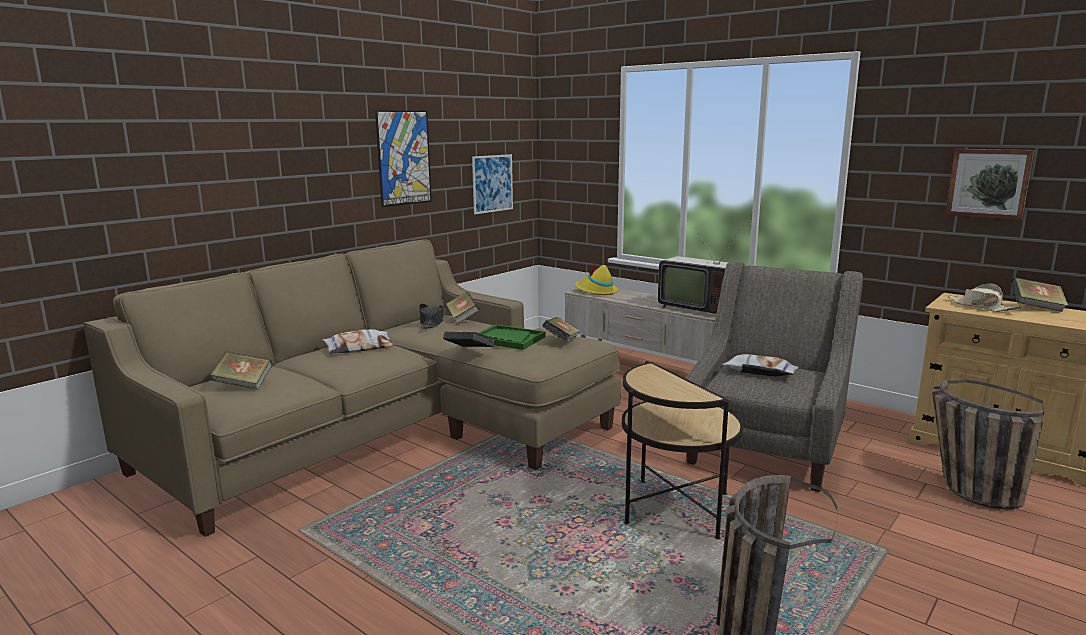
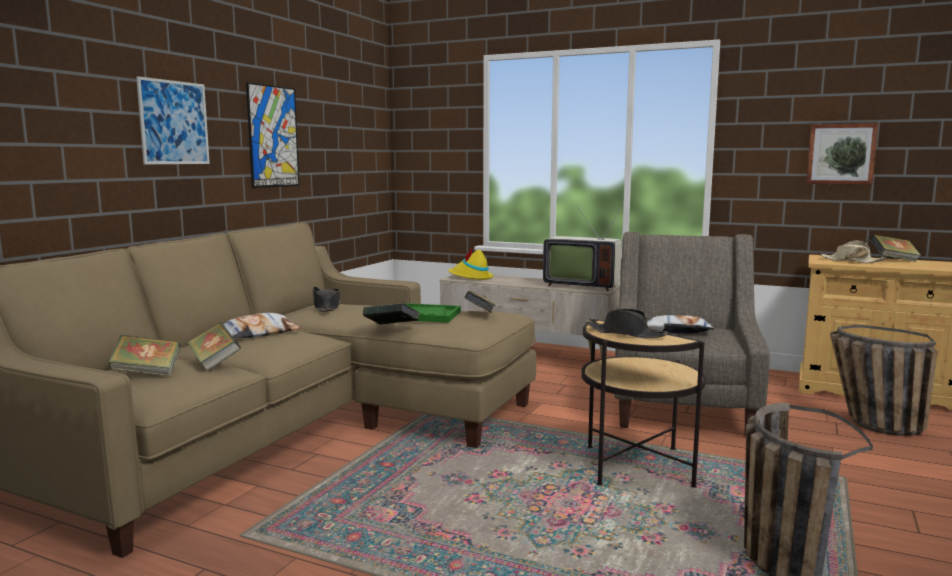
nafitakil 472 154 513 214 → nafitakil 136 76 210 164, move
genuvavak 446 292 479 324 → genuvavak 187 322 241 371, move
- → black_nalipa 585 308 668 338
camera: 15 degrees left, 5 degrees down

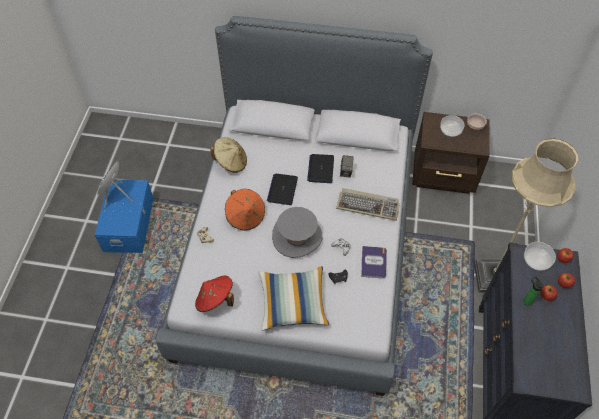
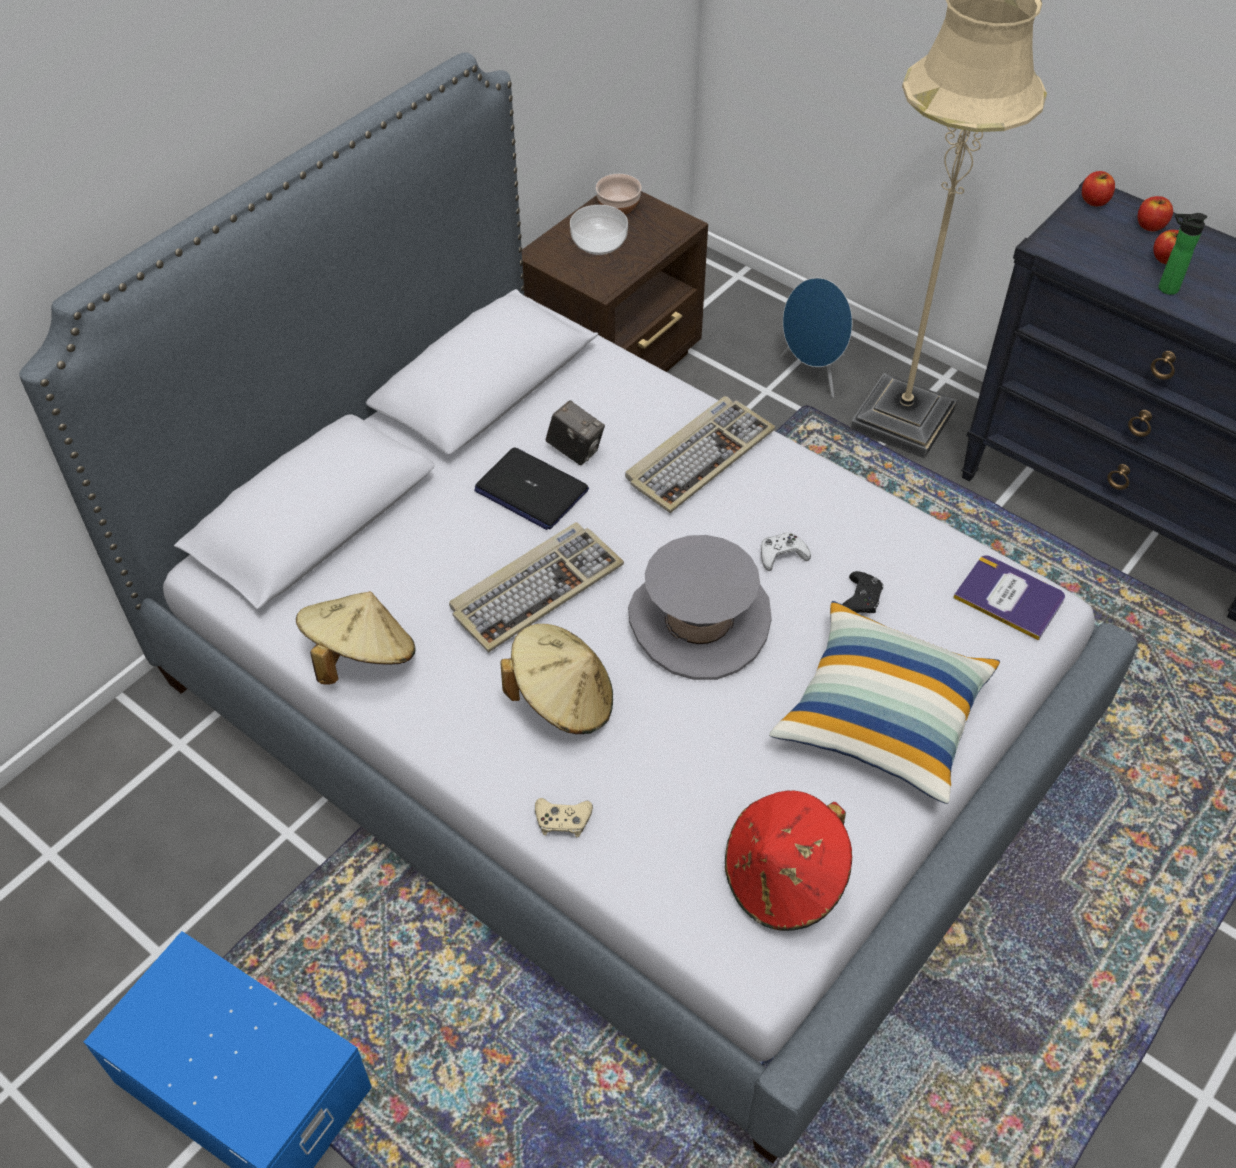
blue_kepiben 97 161 134 208 → blue_kepiben 780 278 852 398, move
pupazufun 267 174 298 205 → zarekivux 449 522 624 652
orange_nalipa 225 189 265 231 → beige_nalipa 500 624 613 734
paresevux 524 242 556 271 → -
genuvavak 361 246 387 278 → genuvavak 953 555 1065 640, move
camera: 60 degrees left, 5 degrees down

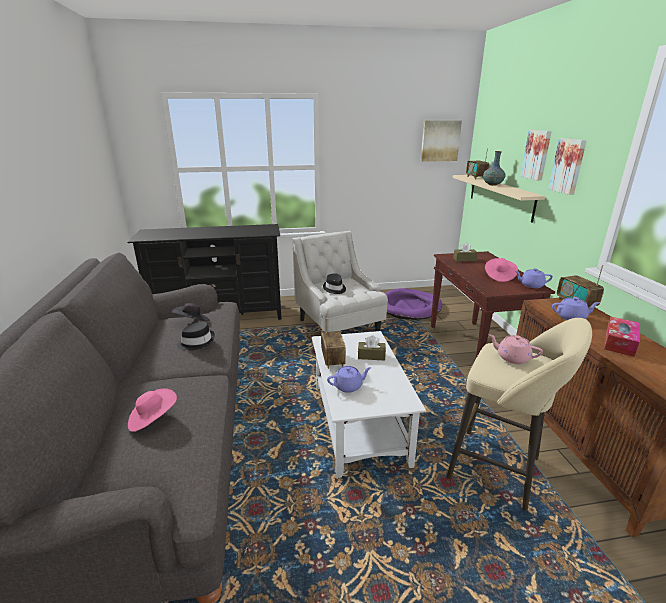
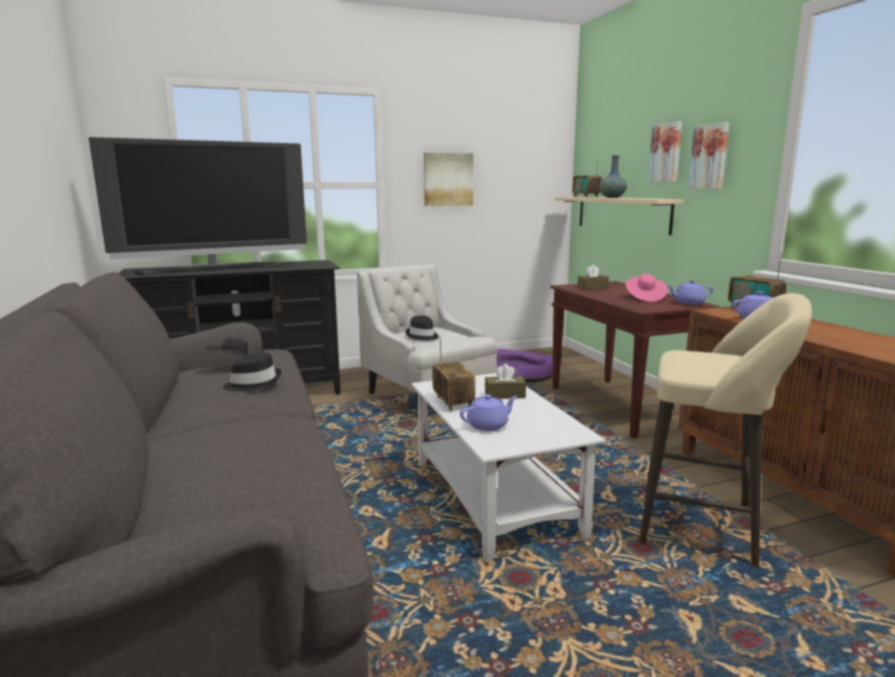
nafitakil 421 120 462 162 → nafitakil 424 153 474 206, move
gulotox 604 317 640 357 → -
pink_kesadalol 488 334 543 364 → -
pink_nalipa 128 388 177 432 → -
- → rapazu 89 137 307 275
camera: 10 degrees left, 10 degrees down

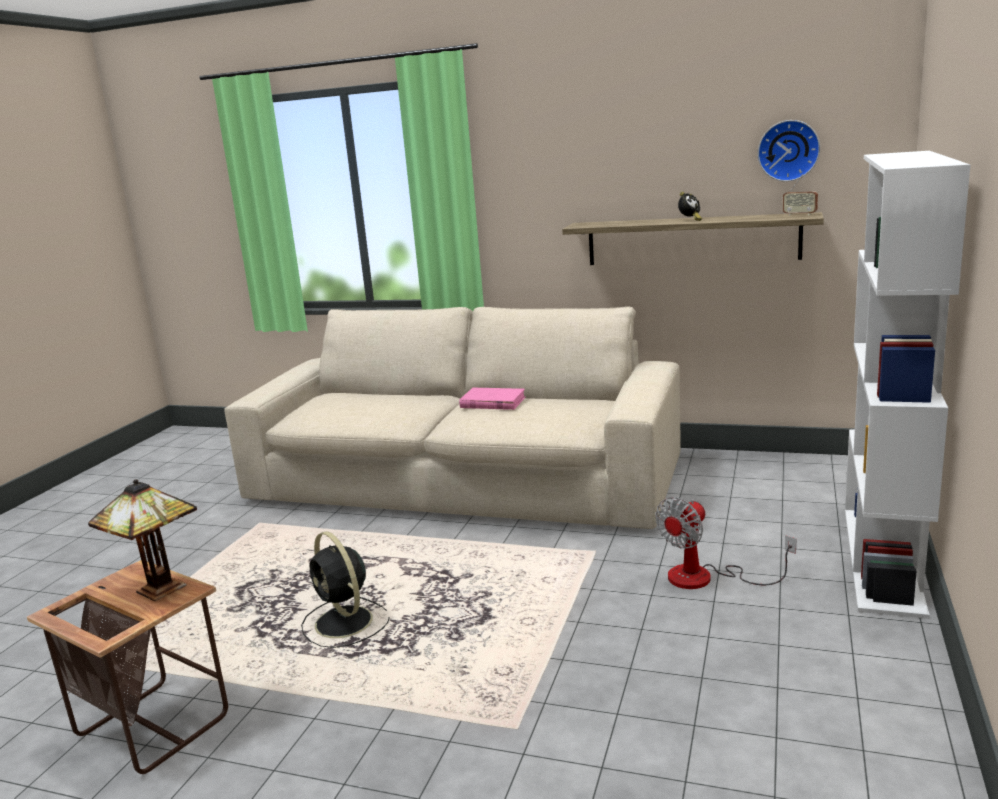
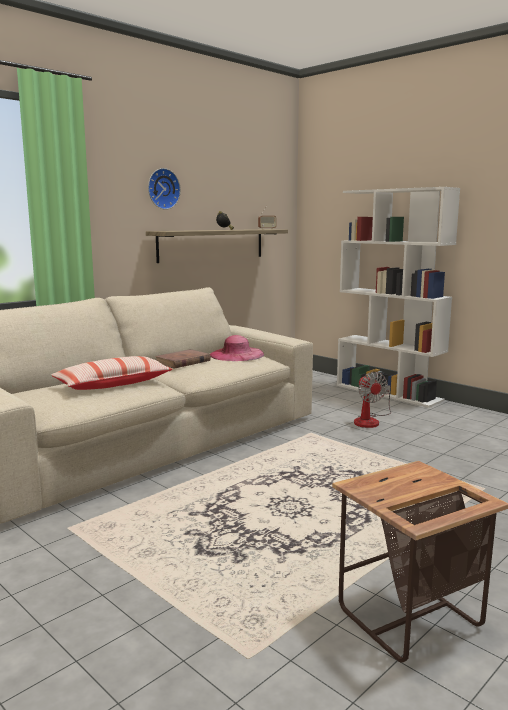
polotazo 758 120 820 182 → polotazo 148 168 181 210, move
pink_genuvavak 459 388 526 410 → brown_genuvavak 155 349 211 369
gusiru 88 479 197 602 → -
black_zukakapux 301 531 390 648 → -
- → pink_nalipa 210 335 264 361
- → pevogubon 51 356 173 390
camera: 65 degrees left, 5 degrees down

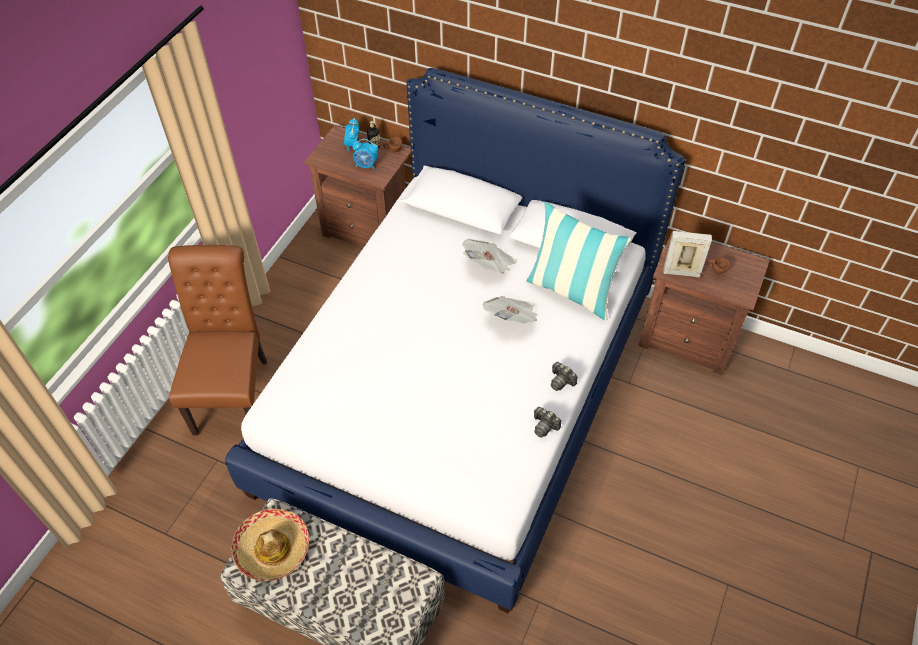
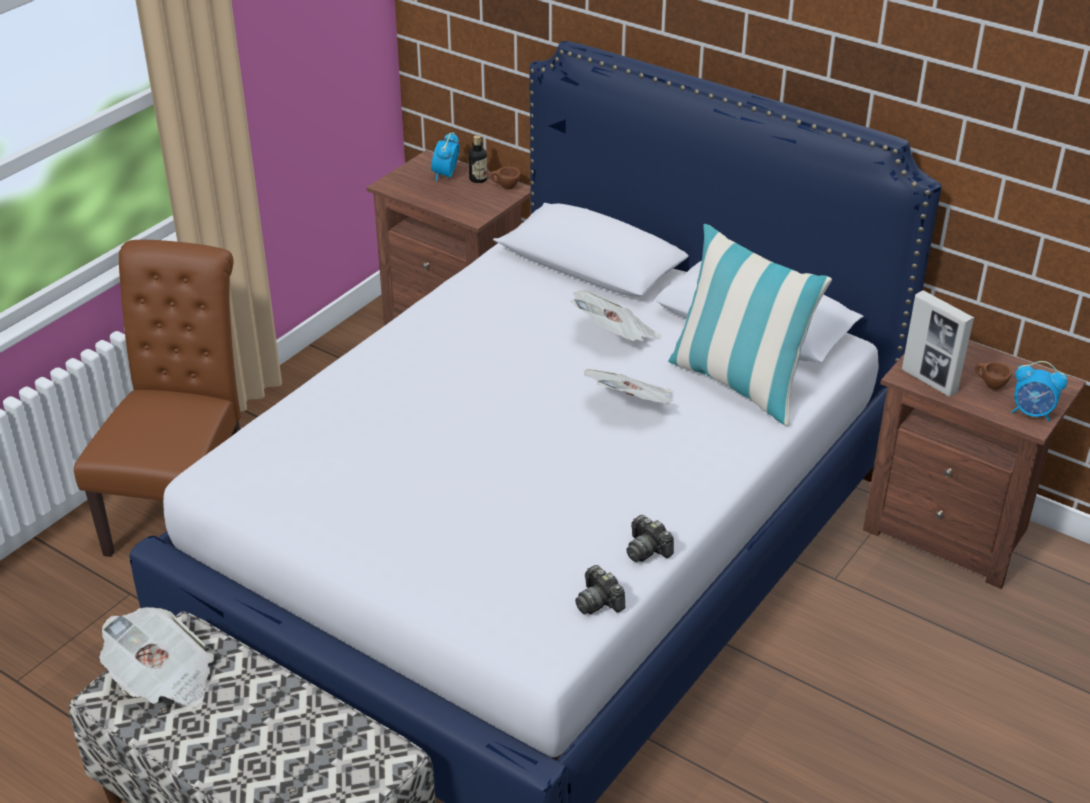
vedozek 352 139 378 169 → vedozek 1011 361 1067 422, move
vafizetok 663 231 712 278 → vafizetok 902 290 974 397, 150 degrees counterclockwise
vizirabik 551 362 577 391 → vizirabik 575 565 625 614, move
nalipa 232 508 309 582 → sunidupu 99 607 214 707
camera: 10 degrees right, 15 degrees down

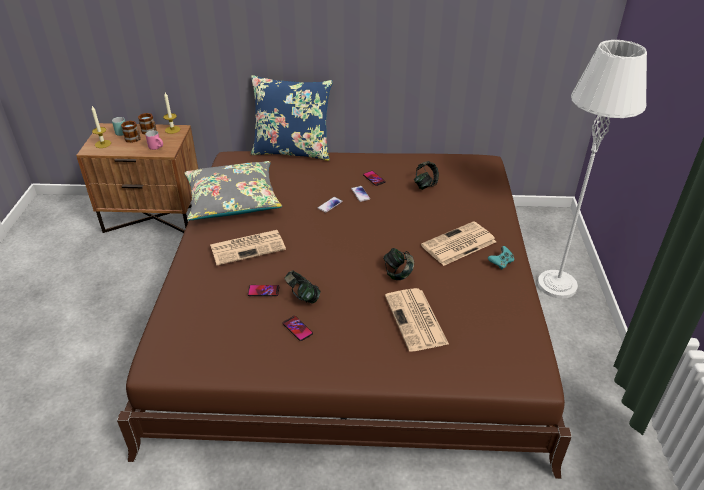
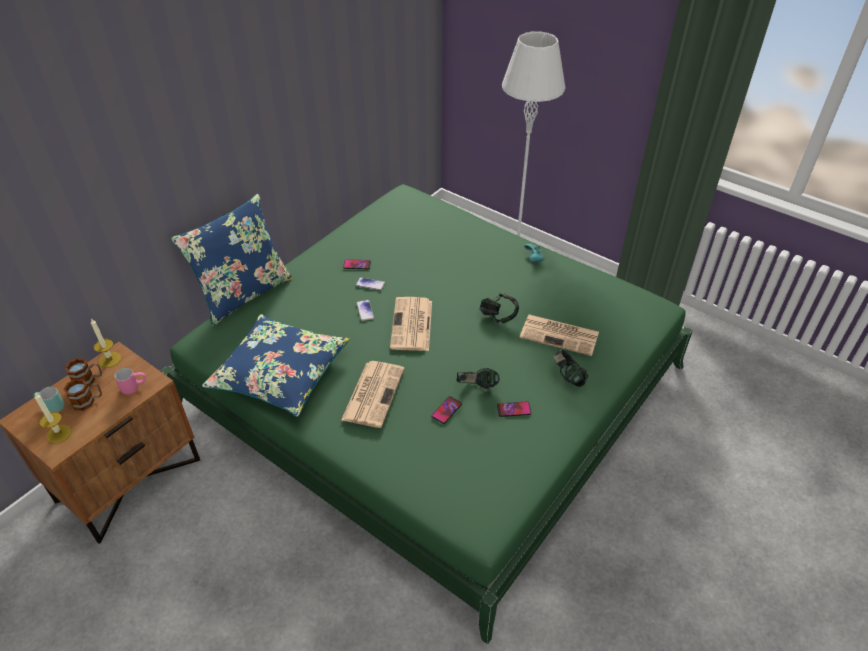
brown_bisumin 117 151 572 479 → green_bisumin 160 184 693 644
grey_pevogubon 185 161 282 220 → blue_pevogubon 202 314 350 417
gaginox 414 161 439 190 → gaginox 553 350 588 387, move
sunidupu 421 221 496 266 → sunidupu 390 297 432 351, move
camera: 55 degrees left, 5 degrees up

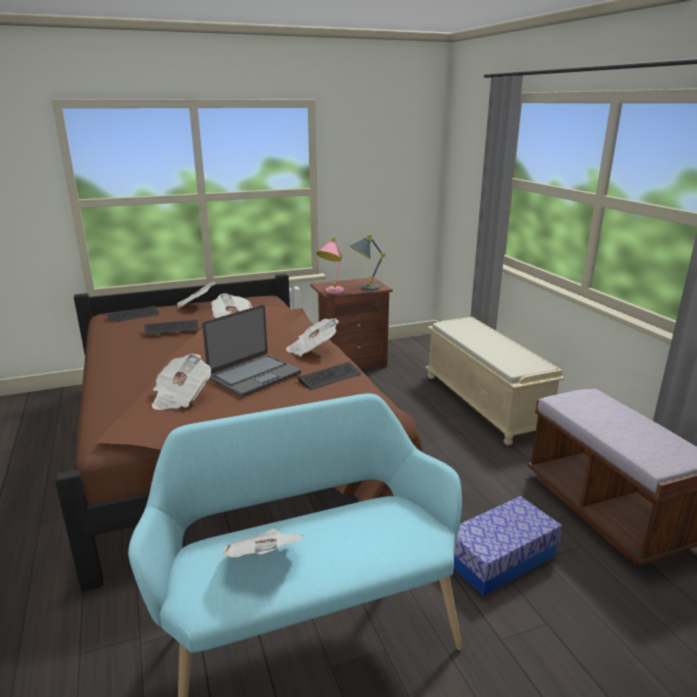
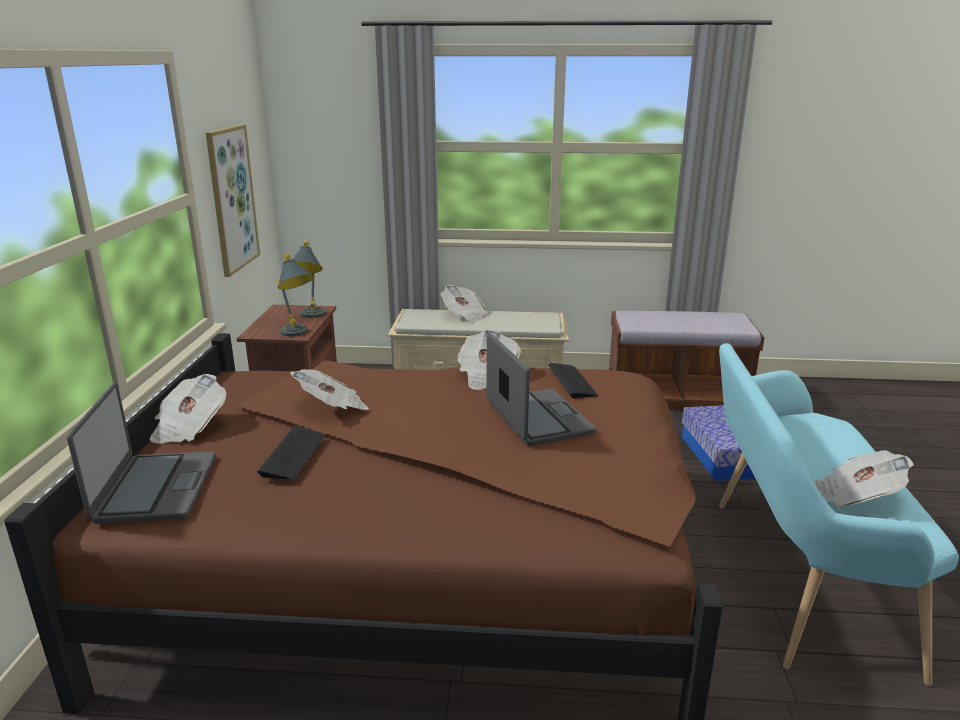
pink_gusiru 316 237 344 294 → grey_gusiru 277 254 315 336
zarekivux 107 306 159 323 → pupazufun 67 382 216 524
sunidupu 152 354 211 410 → sunidupu 441 285 488 323, move
- → nafitakil 206 124 260 277
camera: 65 degrees left, 0 degrees up

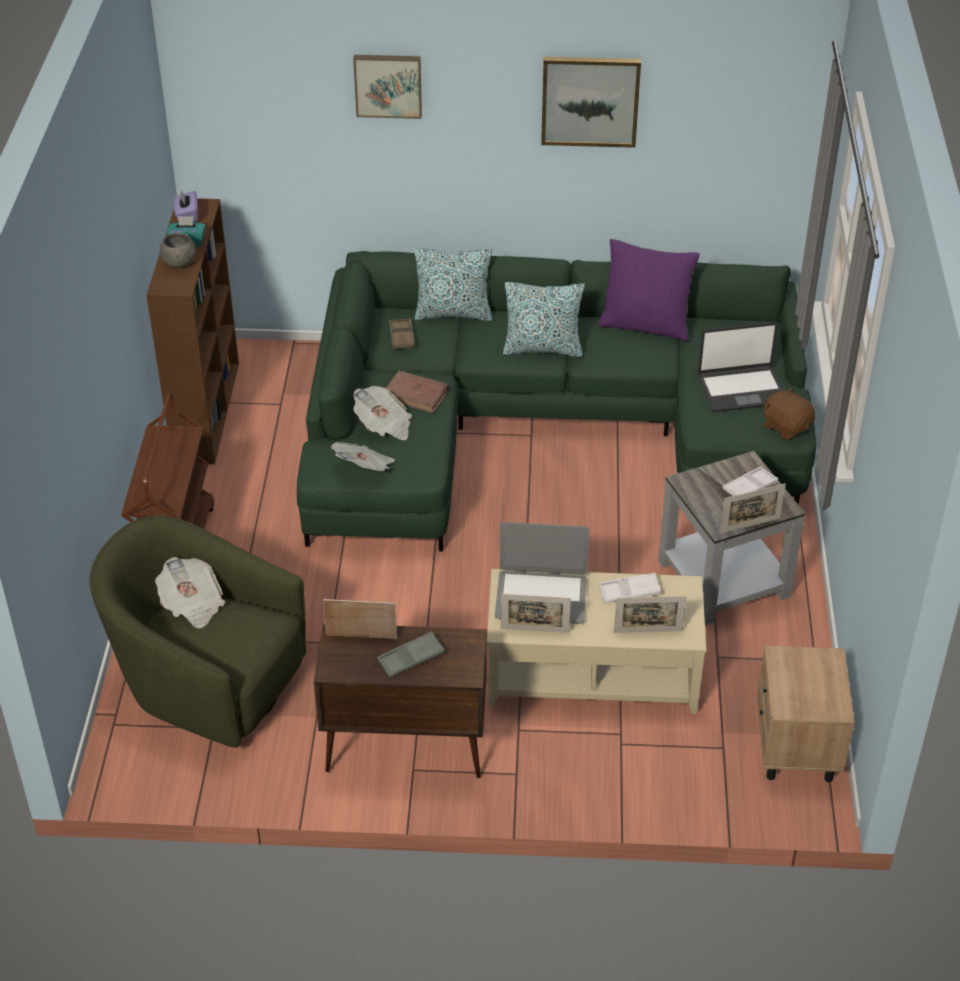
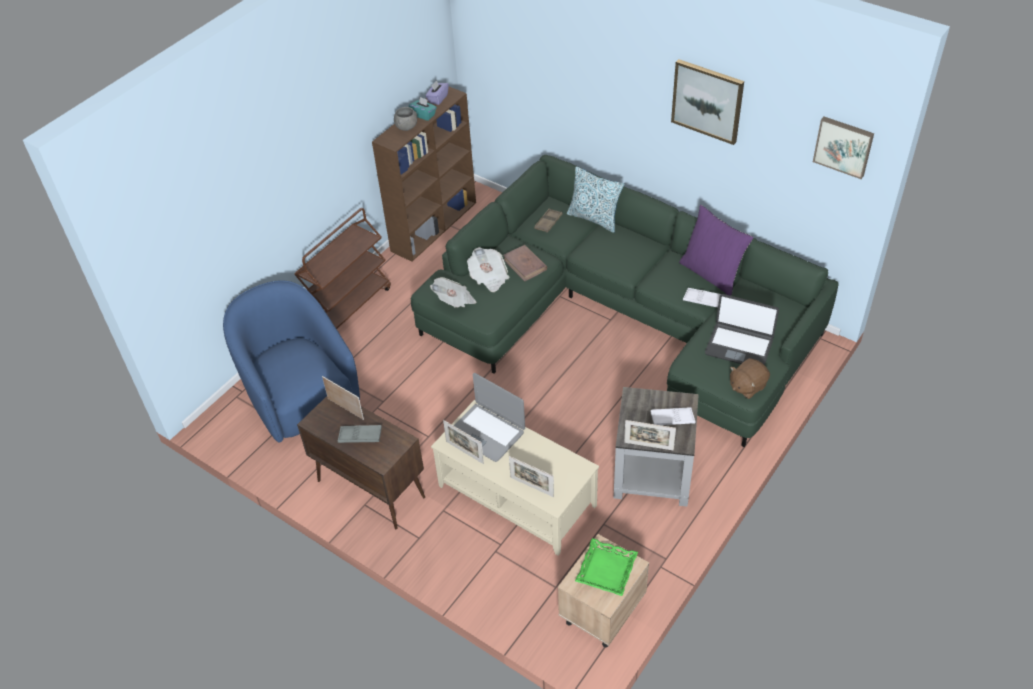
nafitakil 353 55 422 119 → nafitakil 813 117 874 179, move
pevogubon 503 282 585 357 → -
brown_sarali 763 388 816 440 → brown_sarali 730 358 770 399, 120 degrees counterclockwise
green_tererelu 90 515 306 748 → blue_tererelu 223 280 360 443
sunidupu 155 557 225 628 → -
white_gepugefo 599 573 661 603 → white_gepugefo 683 288 721 308, move
- → green_gepugefo 575 538 638 596
camera: 35 degrees right, 5 degrees up

